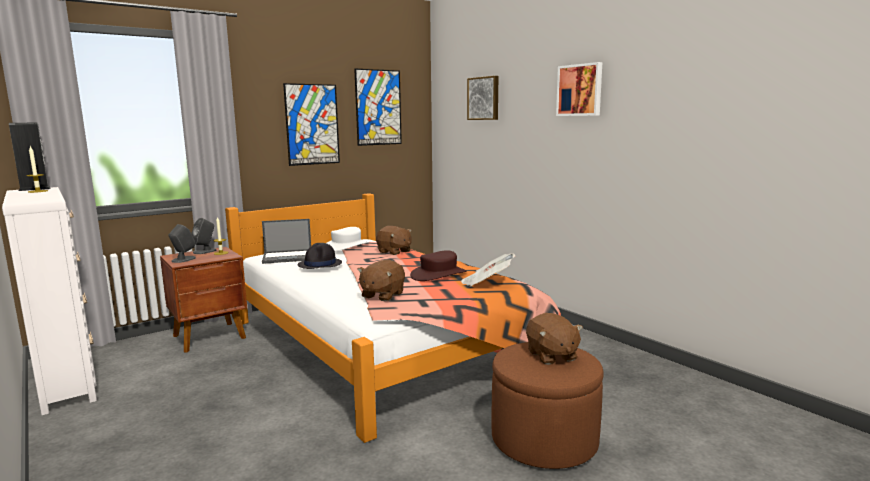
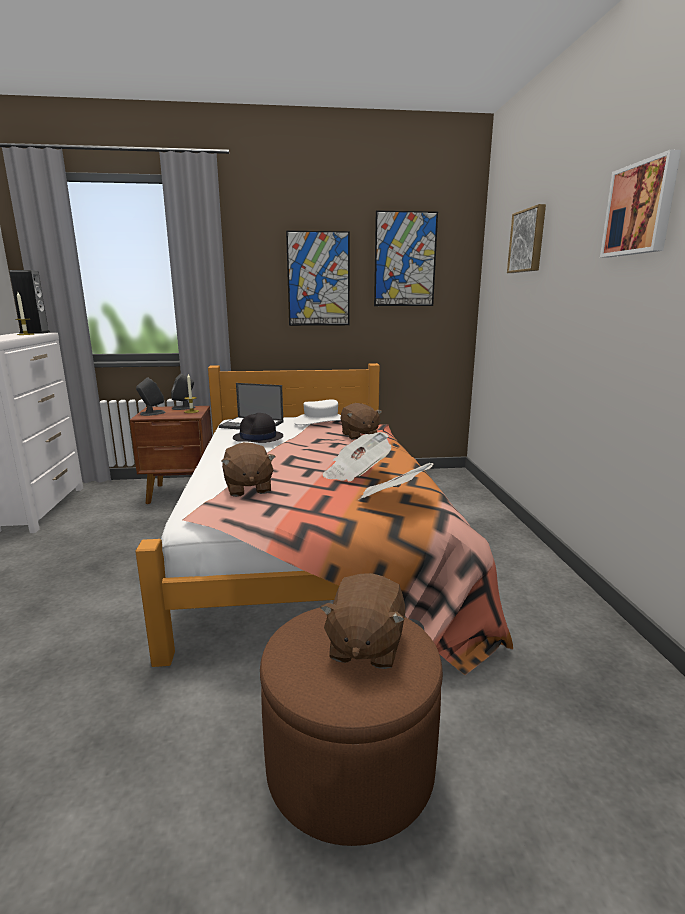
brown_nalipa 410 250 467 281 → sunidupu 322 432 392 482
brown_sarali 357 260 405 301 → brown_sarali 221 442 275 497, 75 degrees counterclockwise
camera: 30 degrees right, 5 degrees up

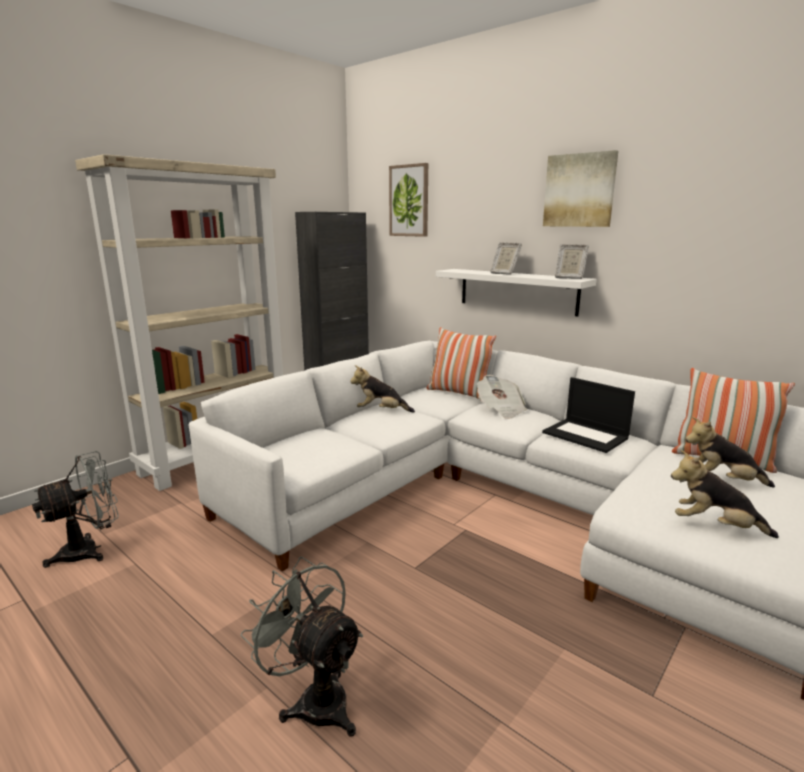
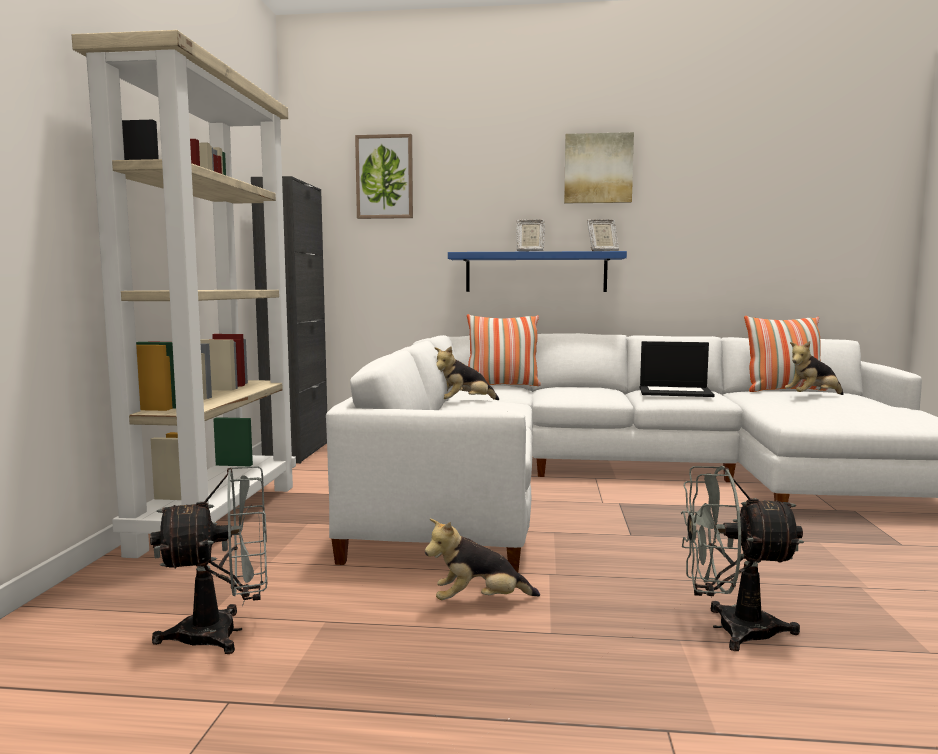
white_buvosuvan 436 269 597 317 → blue_buvosuvan 448 251 627 292
sunidupu 477 375 527 419 → -
sarali 671 450 779 538 → sarali 425 519 540 600, move
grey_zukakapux 32 451 119 568 → grey_zukakapux 150 466 267 654, 60 degrees clockwise
camera: 35 degrees left, 10 degrees down

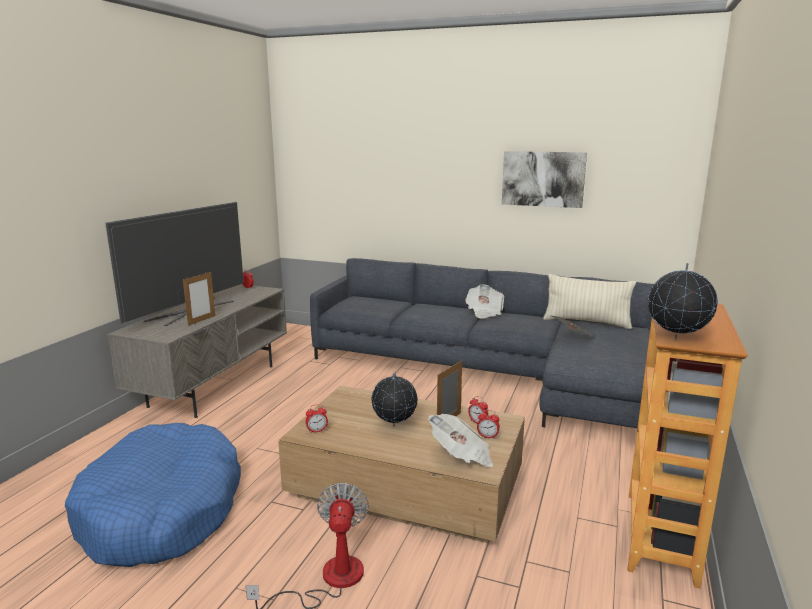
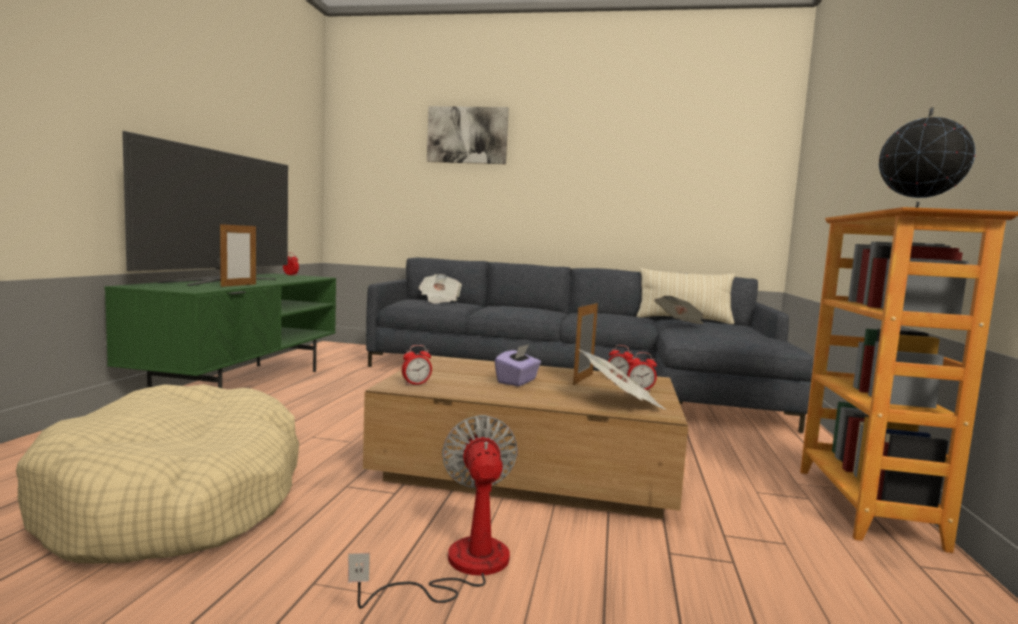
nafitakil 502 151 587 208 → nafitakil 427 106 509 164, move
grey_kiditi 107 284 287 418 → green_kiditi 105 273 336 388
sunidupu 465 284 504 319 → sunidupu 419 274 462 304, move
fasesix 371 372 418 426 → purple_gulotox 495 344 541 386
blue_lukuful 65 423 241 567 → beige_lukuful 16 384 299 564
camera: 10 degrees left, 10 degrees down

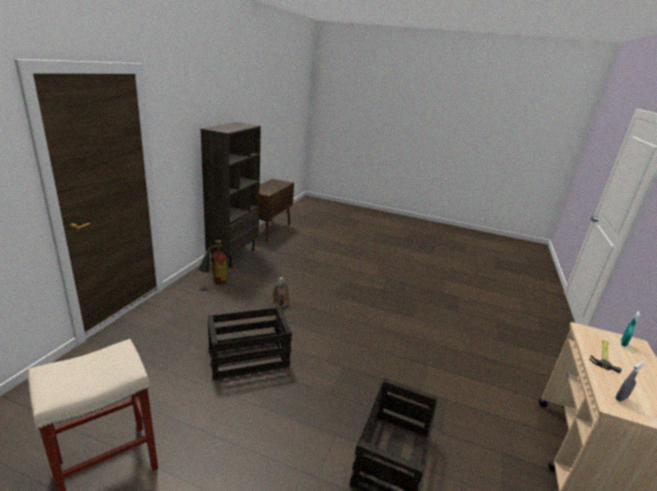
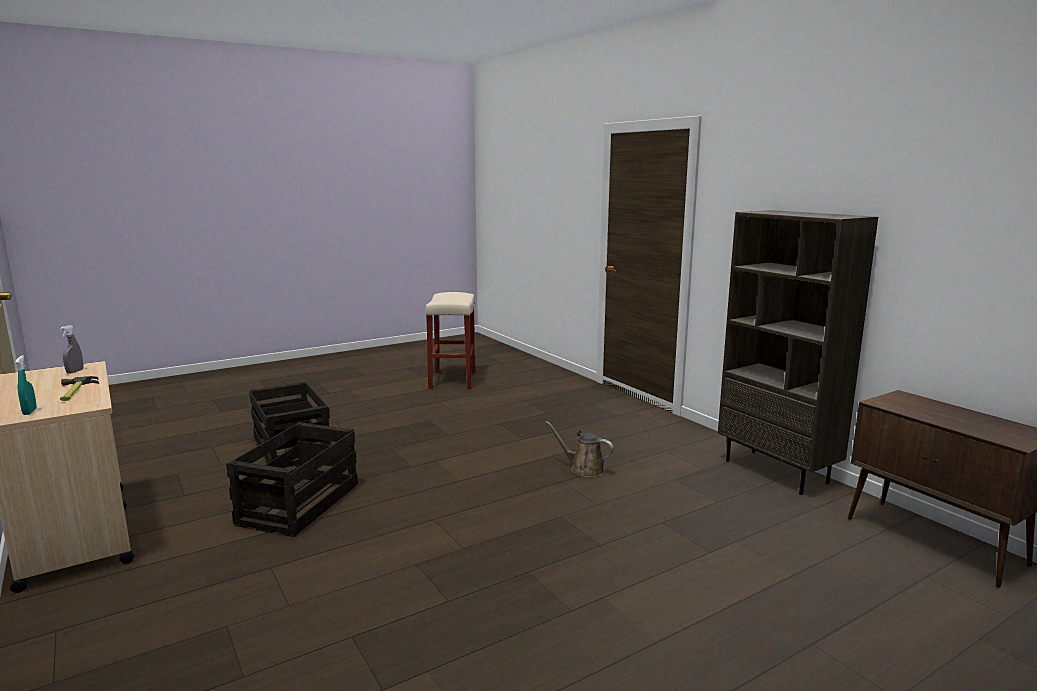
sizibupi 198 240 227 284 → -
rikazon 208 306 292 380 → rikazon 226 422 358 537, move
camera: 130 degrees right, 10 degrees down

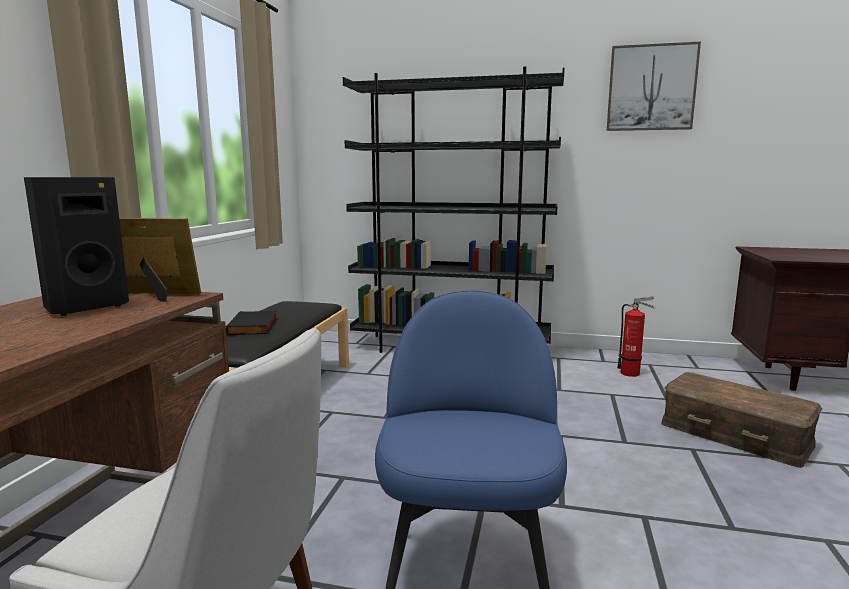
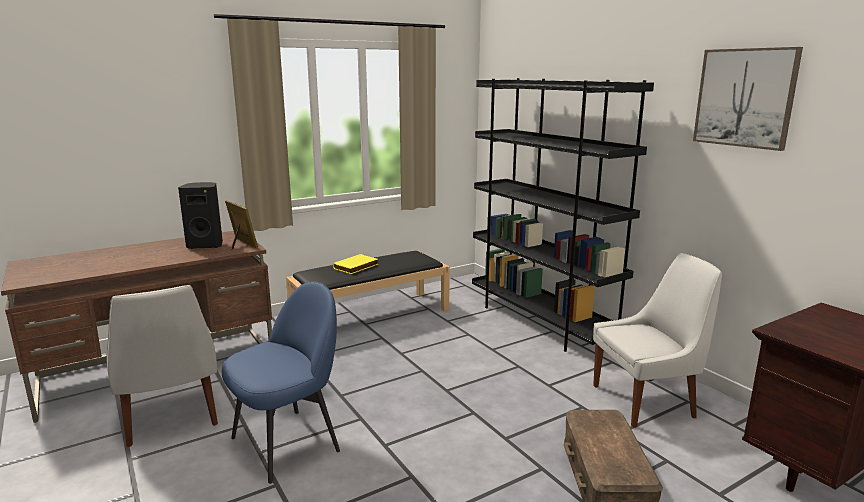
sizibupi 617 296 655 377 → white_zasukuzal 593 253 722 427
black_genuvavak 226 311 277 335 → yellow_genuvavak 333 254 378 274
camera: 45 degrees right, 5 degrees up

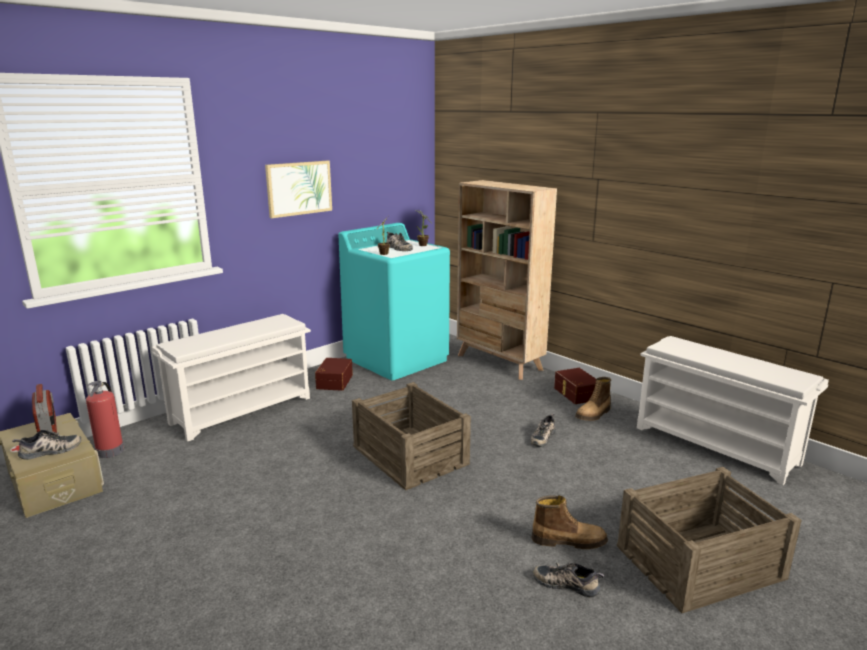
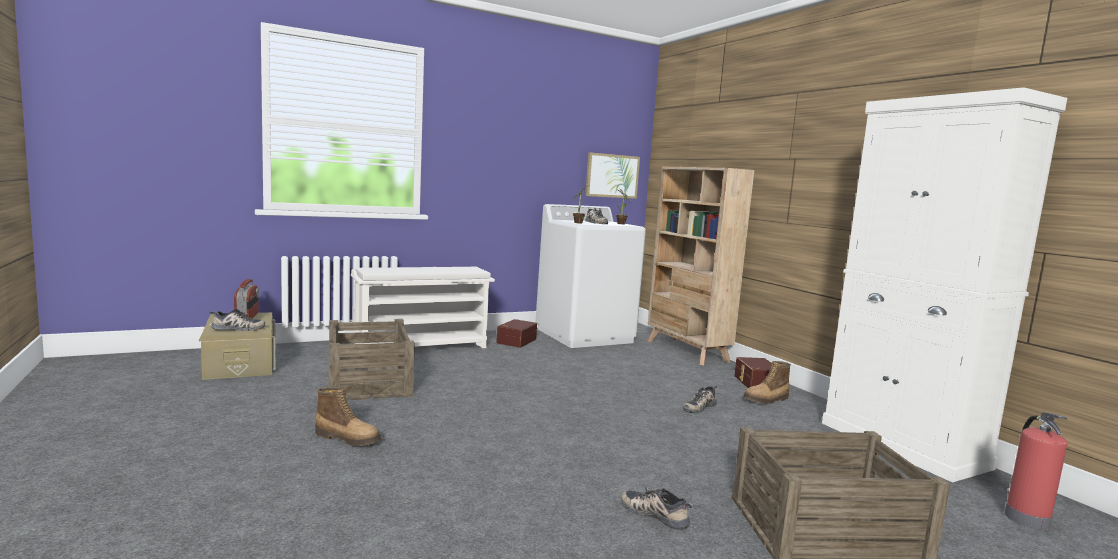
nafitakil 265 161 332 218 → nafitakil 585 152 640 199, move
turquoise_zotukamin 338 223 450 381 → white_zotukamin 536 204 646 348
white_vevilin 637 336 829 485 → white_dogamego 822 87 1067 483
sizibupi 86 381 124 458 → sizibupi 1005 412 1068 530, move
rikazon 352 382 471 490 → rikazon 328 319 415 400, move
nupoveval 532 495 608 549 → nupoveval 315 387 381 446, move
camera: 15 degrees right, 10 degrees down

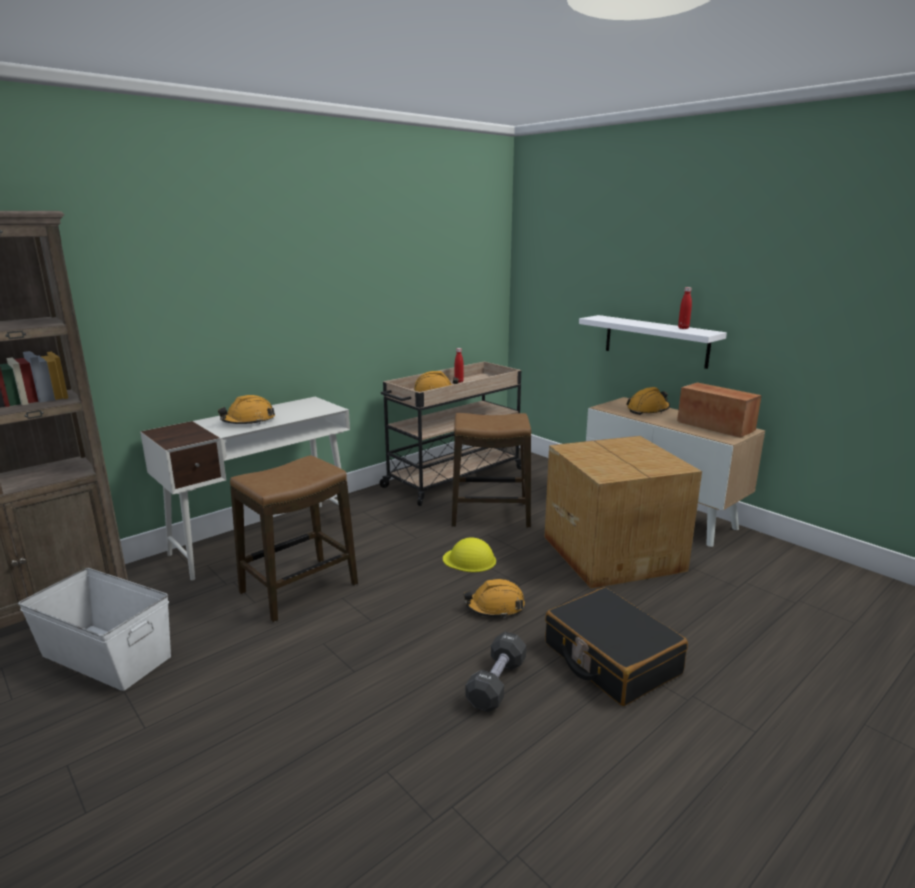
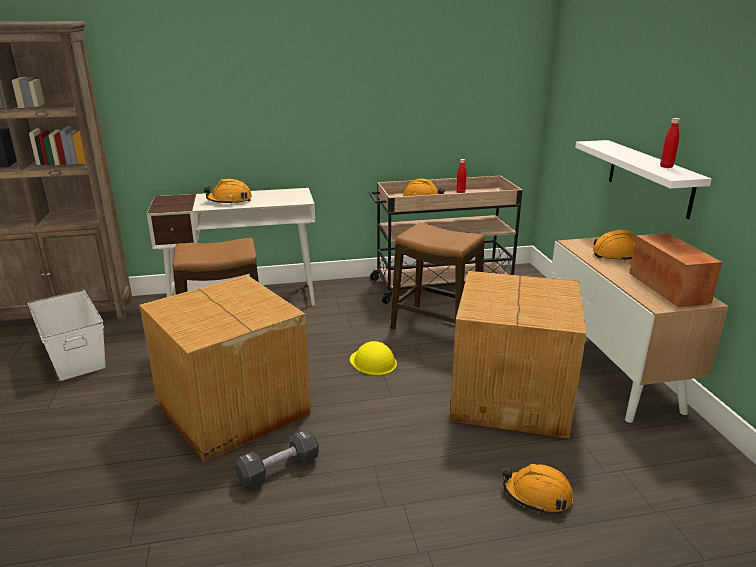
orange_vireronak 464 579 525 619 → orange_vireronak 502 464 573 513, move
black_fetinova 545 587 688 706 → -
- → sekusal 139 275 311 462
camera: 30 degrees right, 5 degrees up

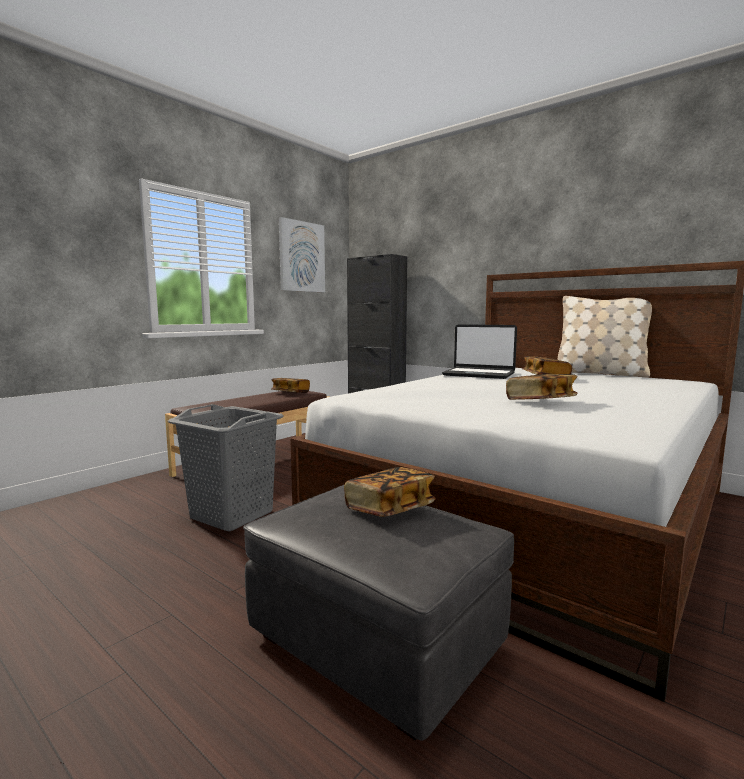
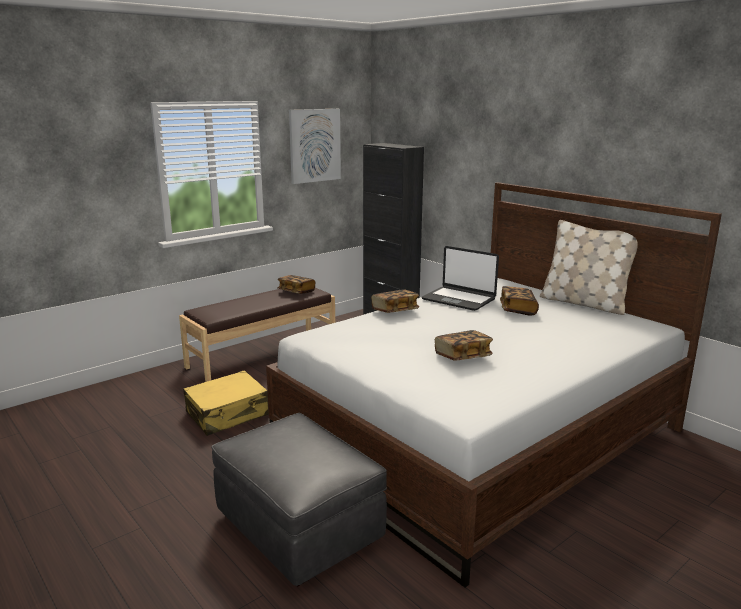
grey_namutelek 168 404 284 531 → yellow_fetinova 183 371 269 436
genuvavak 344 467 436 517 → genuvavak 371 290 419 313, move
camera: 10 degrees right, 10 degrees up

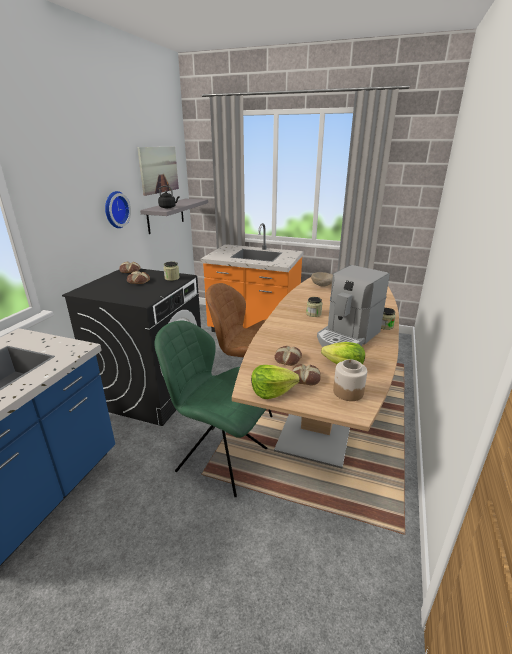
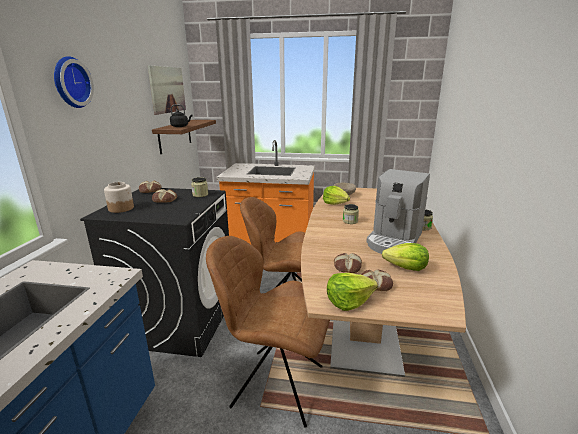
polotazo 105 191 131 228 → polotazo 54 56 94 108, move
grey_buvosuvan 140 198 208 234 → brown_buvosuvan 152 120 216 154
green_zasukuzal 154 321 267 497 → brown_zasukuzal 206 236 330 428
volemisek 333 359 367 401 → volemisek 104 182 134 213, move
- → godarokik 323 186 350 205
camera: 10 degrees left, 5 degrees down

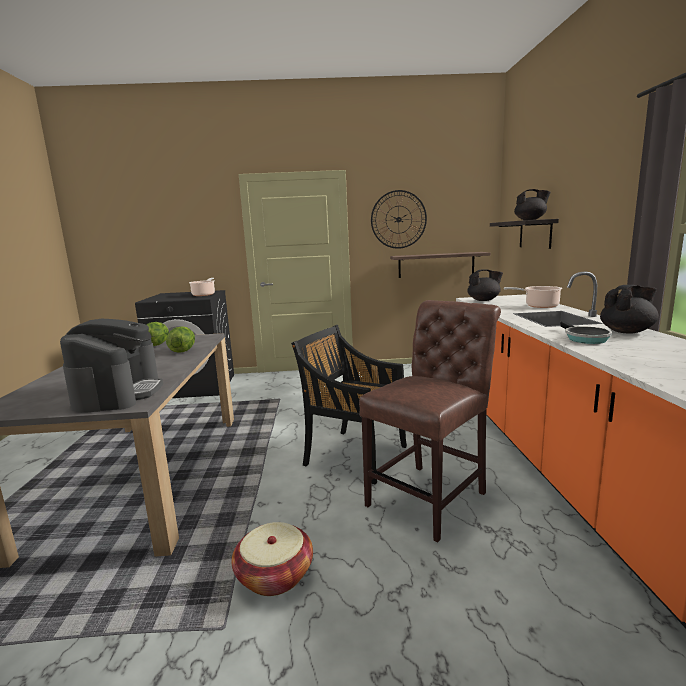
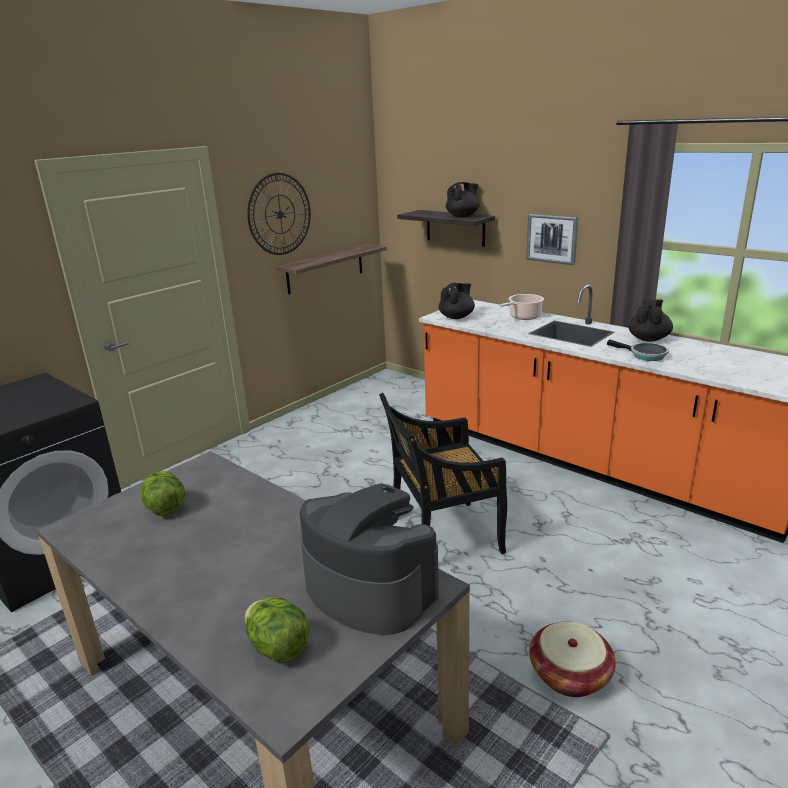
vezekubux 189 278 215 296 → -
brown_zasukuzal 359 300 501 543 → -
godarokik 166 326 195 353 → godarokik 245 597 309 663, move
- → nafitakil 526 214 578 265
camera: 45 degrees left, 10 degrees up

